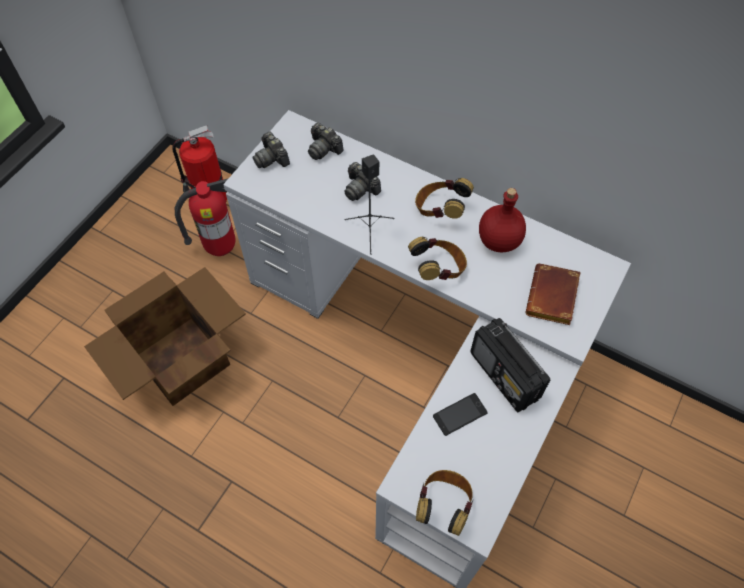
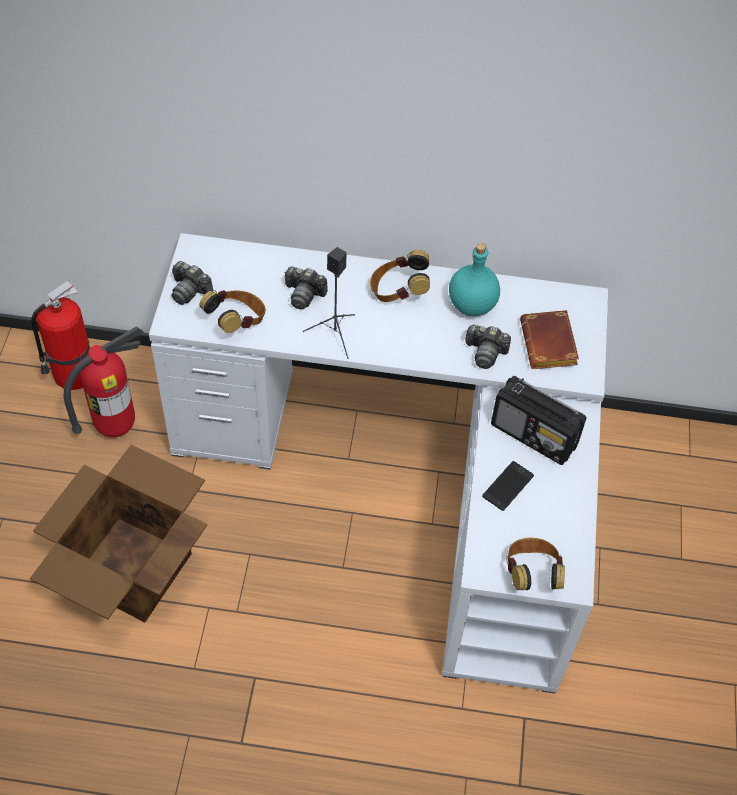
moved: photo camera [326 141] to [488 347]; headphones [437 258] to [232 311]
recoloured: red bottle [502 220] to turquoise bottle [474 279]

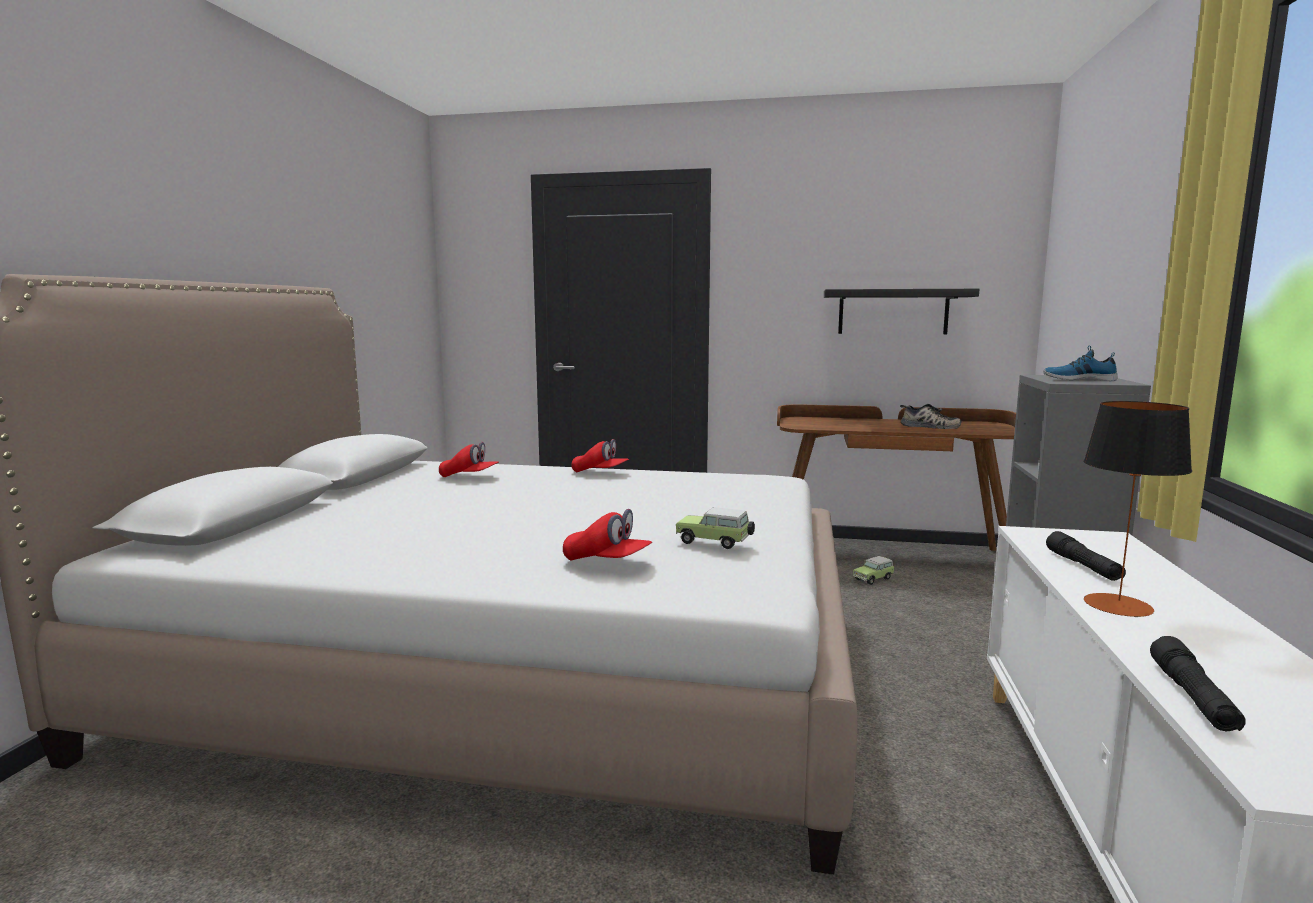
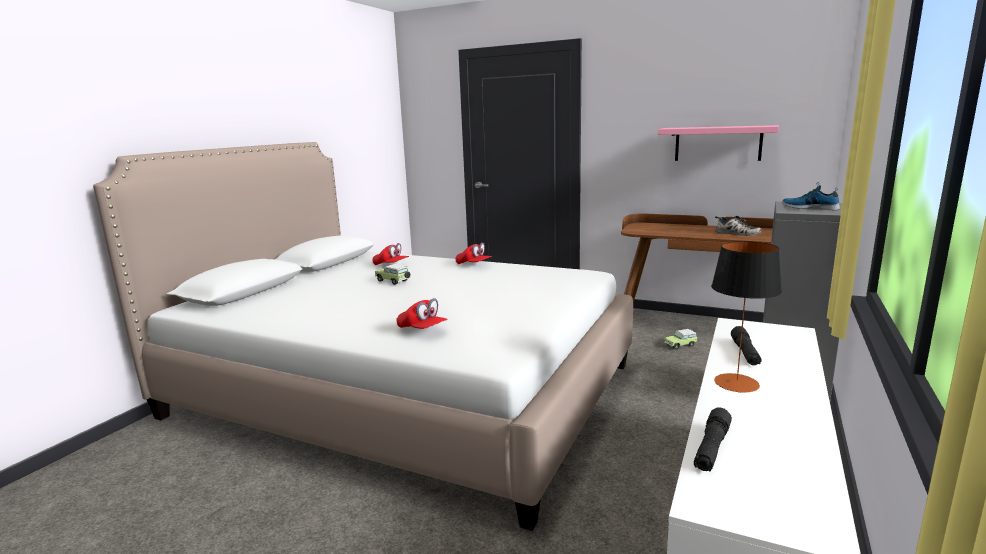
moved: toy car [715 528] to [393 274]
recoloured: black shelf [901 311] to pink shelf [718 143]

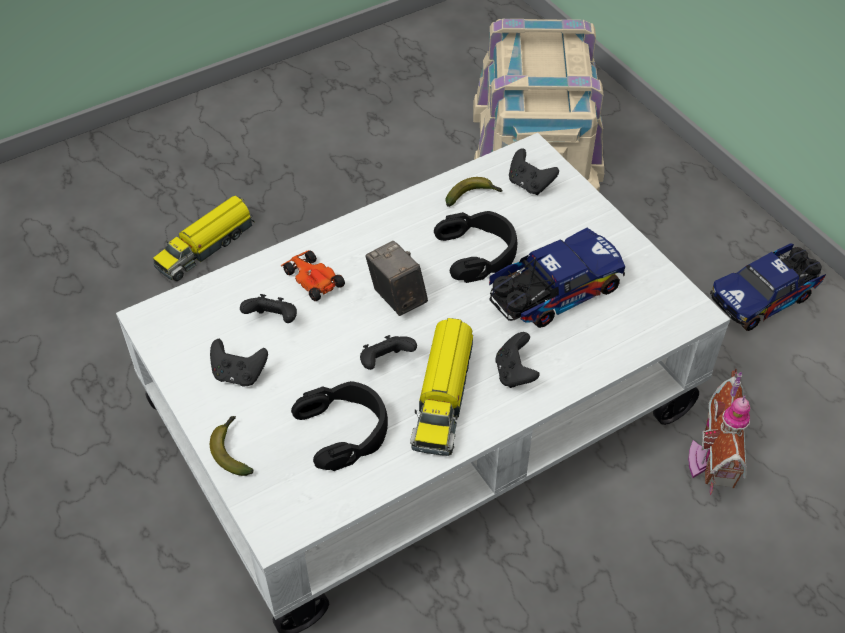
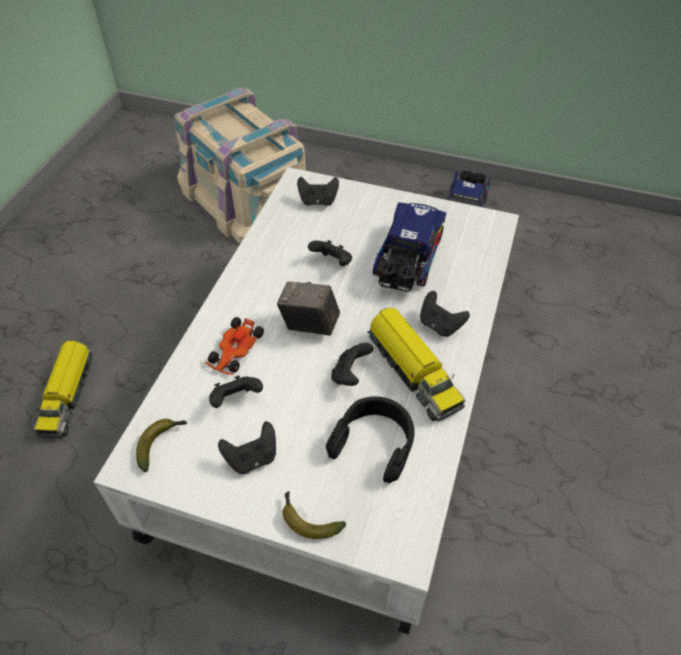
removed: toy house [719 431]
moved: banana [474 192] to [161 445]
replaced: black headphones [475 247] to black game controller [330 253]
turned: toy car [313 275] = [234 346] 75 degrees counterclockwise

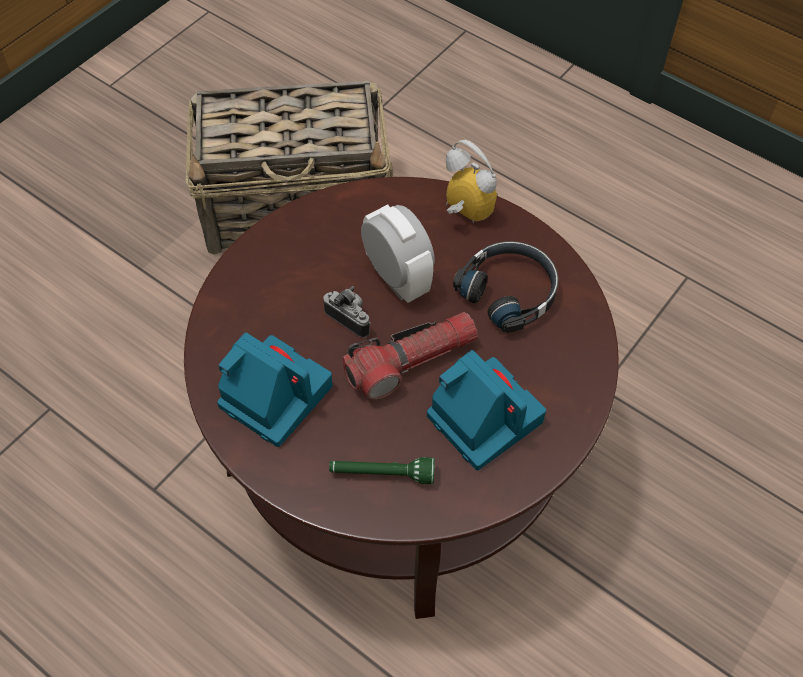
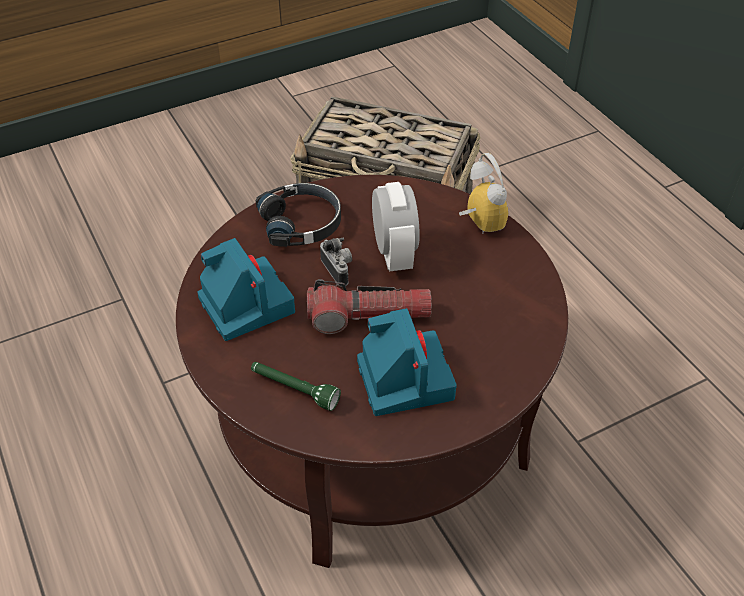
moved: black headphones [506 287] to [298 215]

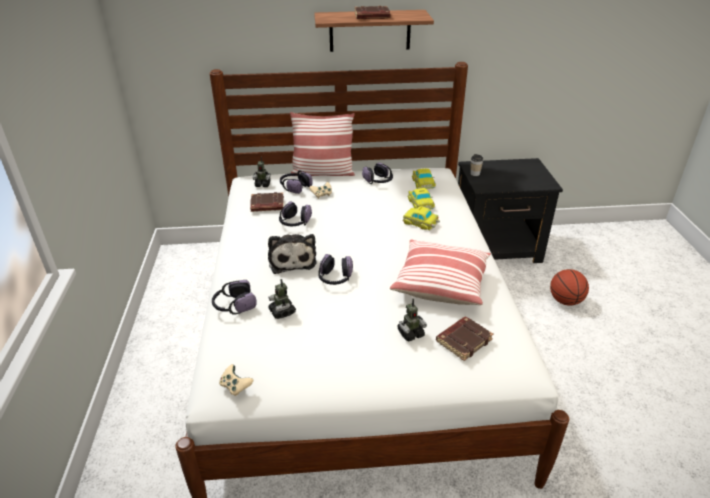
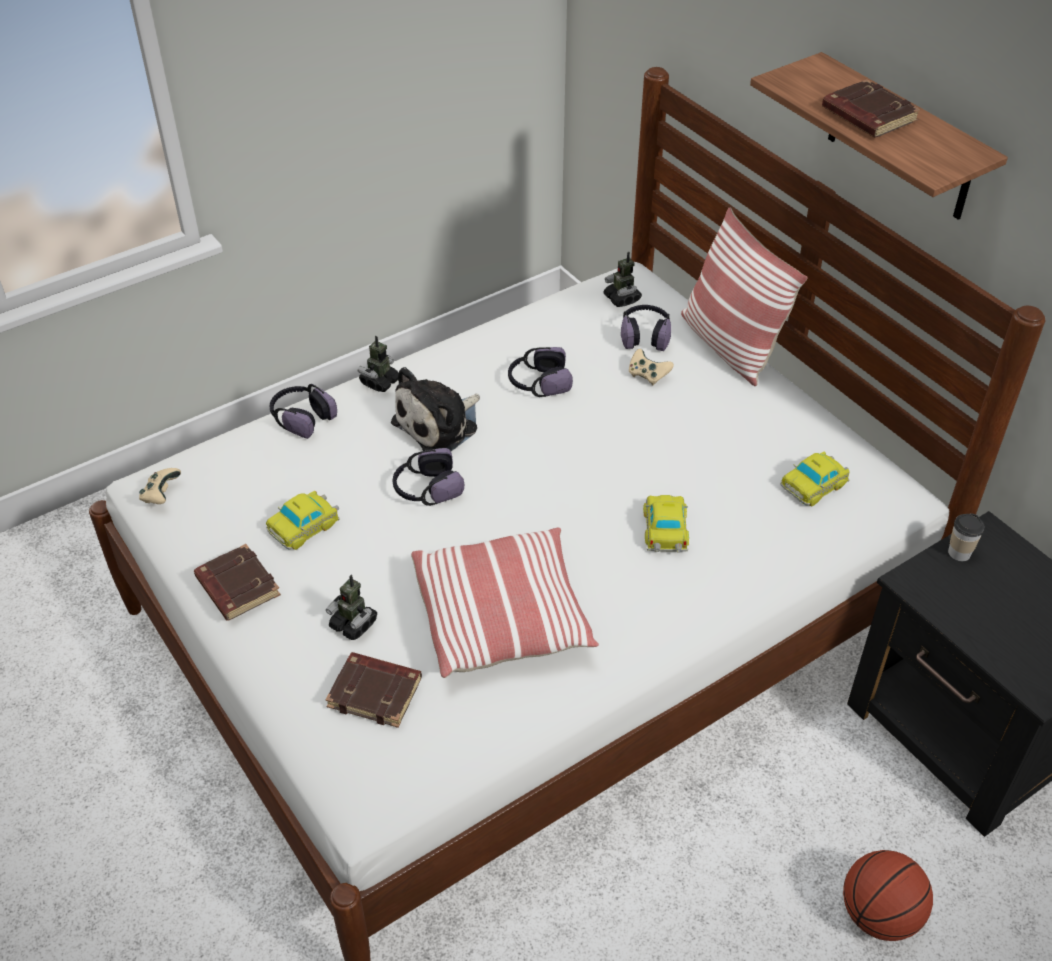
removed: headphones [377 173]
moved: toy car [421 198] to [303 520]; brown book [267 202] to [237 582]; toy robot [282 299] to [378 364]

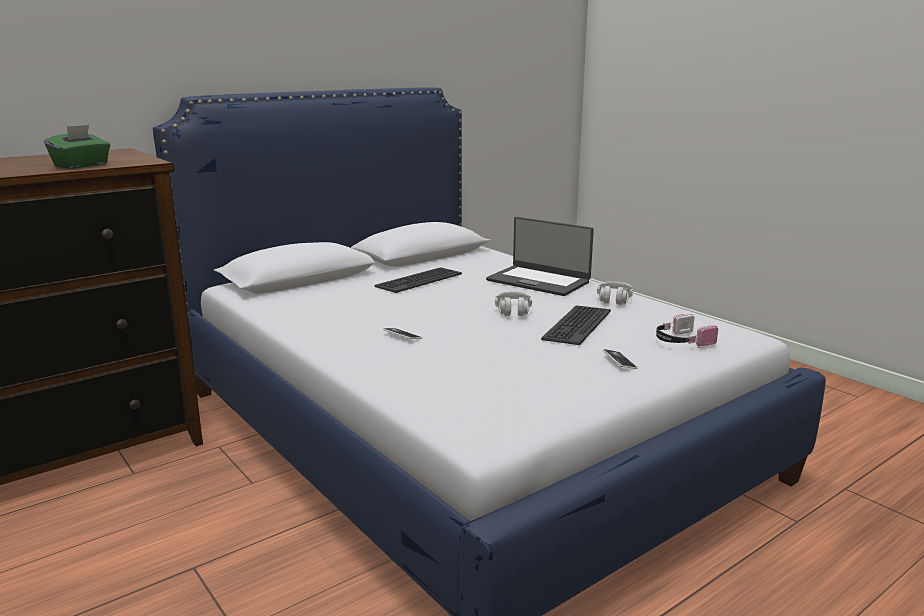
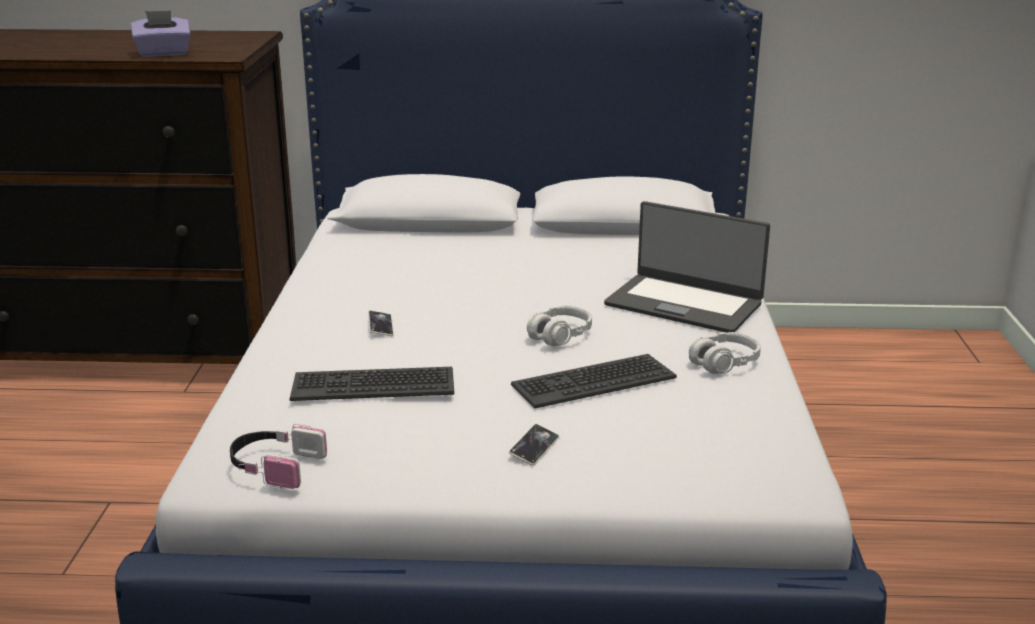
moved: keyboard [418 280] to [371 384]; headphones [687 331] to [278 456]
recoloured: green tissue box [77 147] to purple tissue box [161 33]
turned: laptop [540 256] = [687 267] 45 degrees counterclockwise

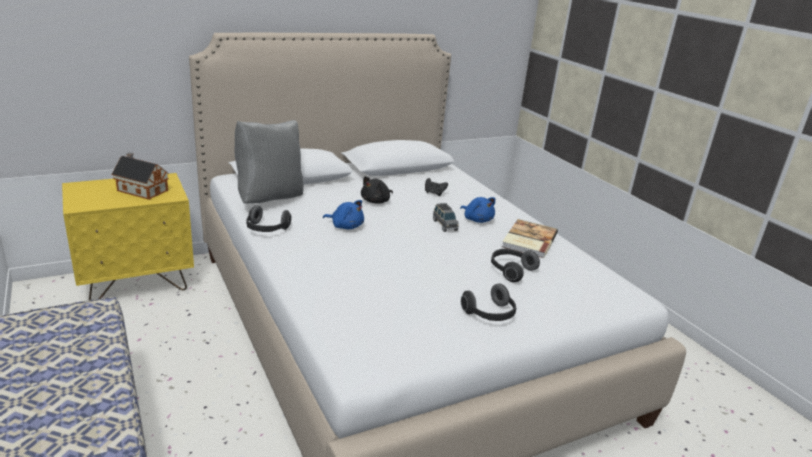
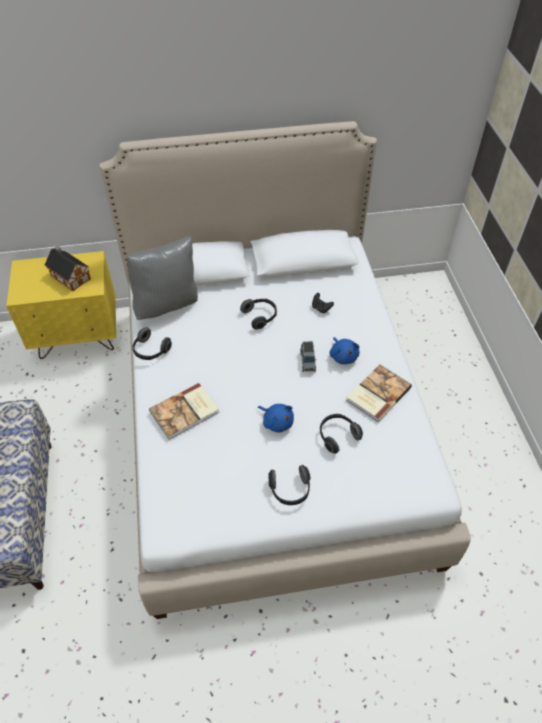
added: book [184 411]
moved: blue plush toy [343 214] to [276 418]
replaced: black plush toy [377 190] to headphones [258 314]

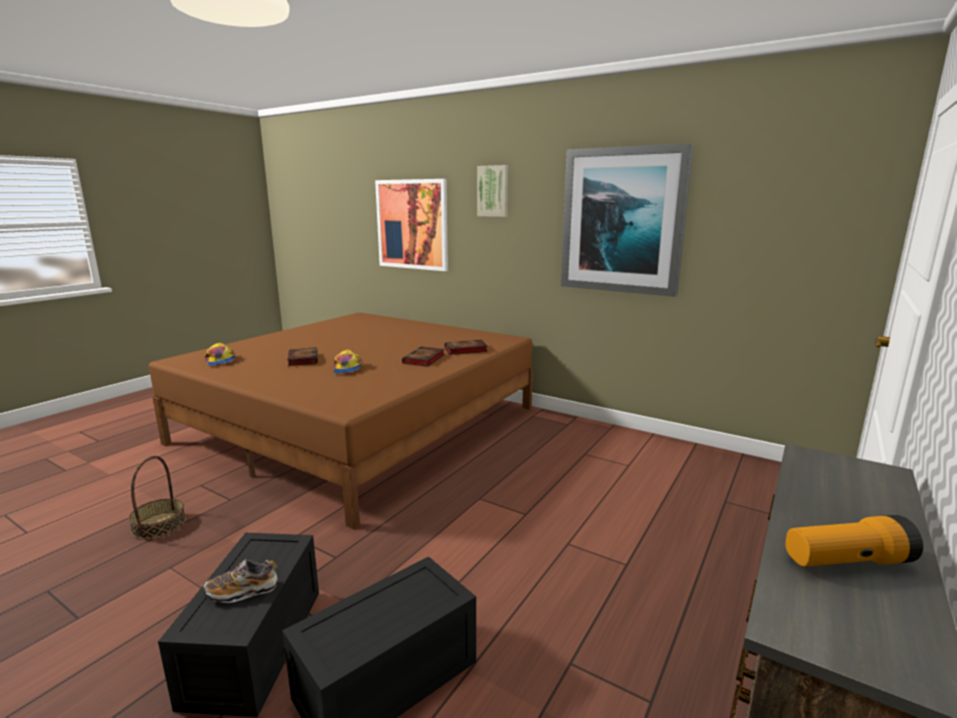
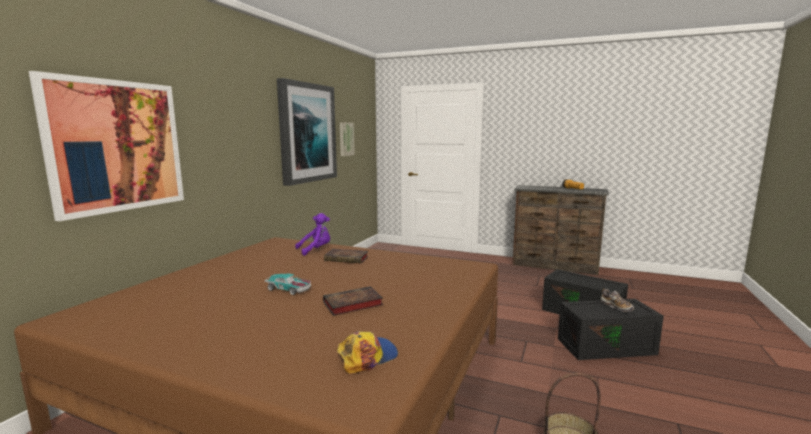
removed: cap [348 362]
added: toy car [288 284]
moved: picture [492 191] to [347 139]
replaced: book [466 347] to purple plush toy [312 234]

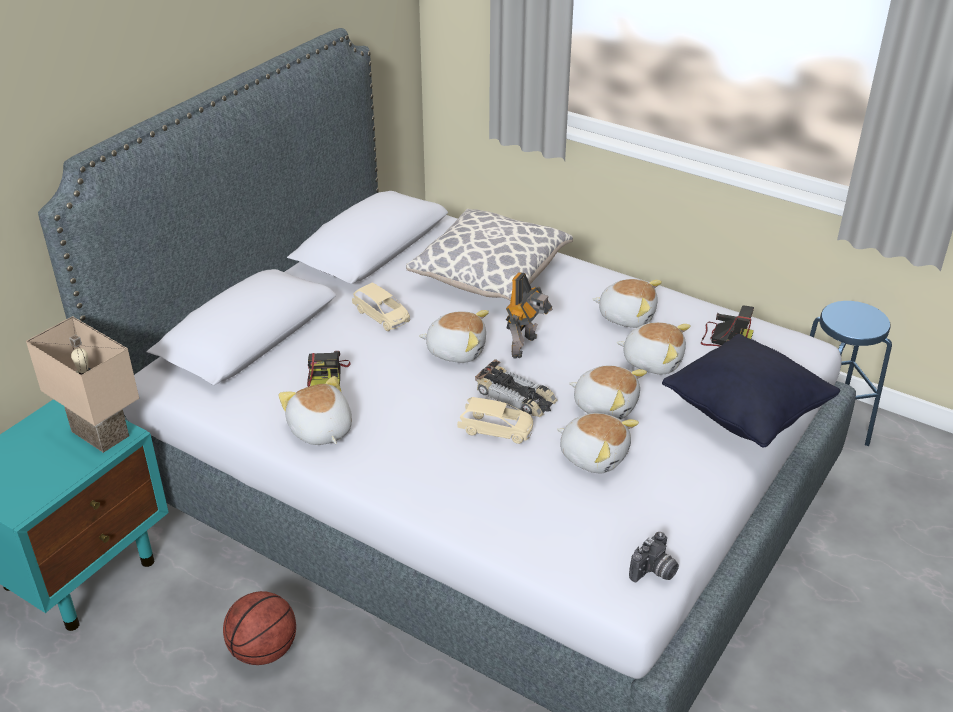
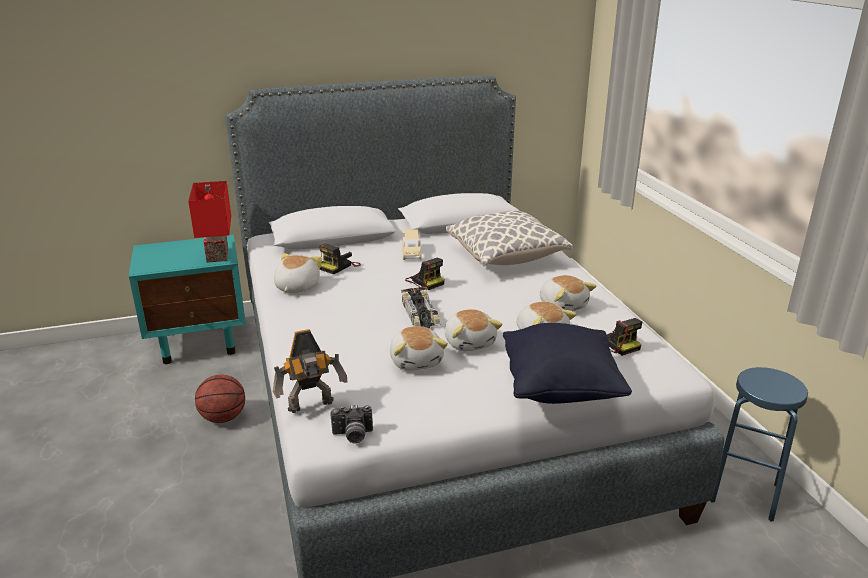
removed: beige toy car [495 420]
moved: toy robot [529 315] to [310 371]
replaced: plush toy [454 336] to photo camera [425 274]
recoloured: beige table lamp [82 384] to red table lamp [209 222]

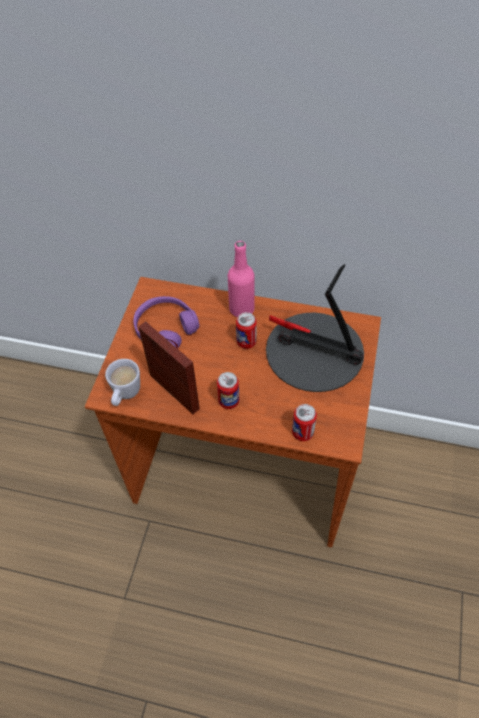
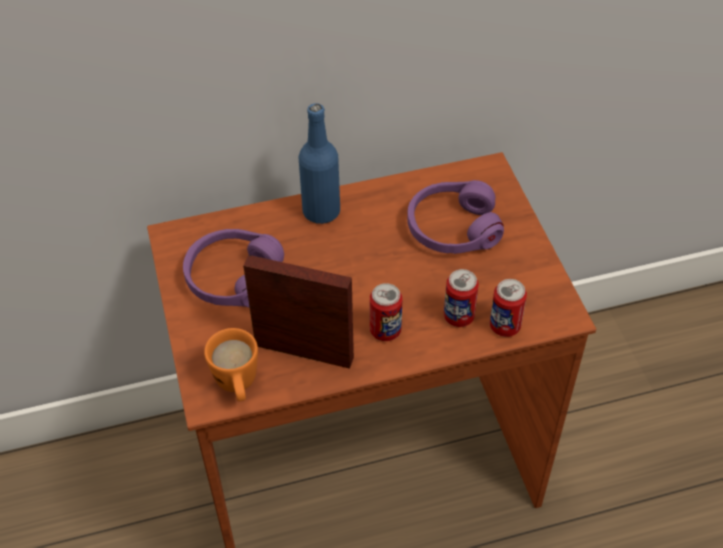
moved: can [246 330] to [461 298]
replaced: table lamp [315 328] to purple headphones [455 217]
recoloured: pink bottle [241 279] to blue bottle [319 163]; white mug [122 382] to orange mug [231 364]

